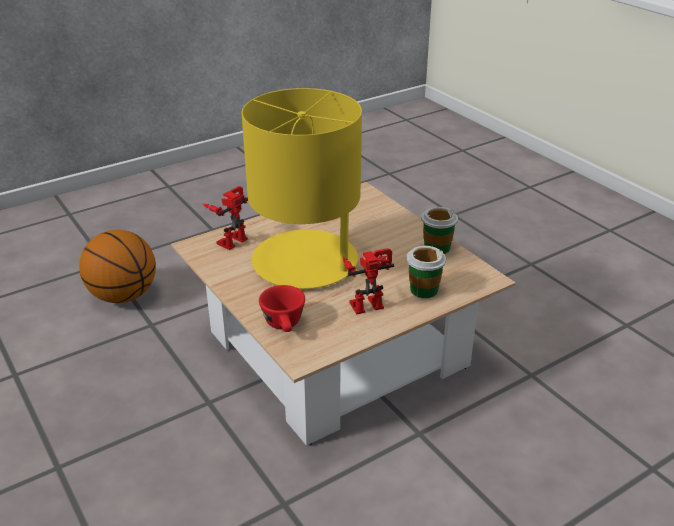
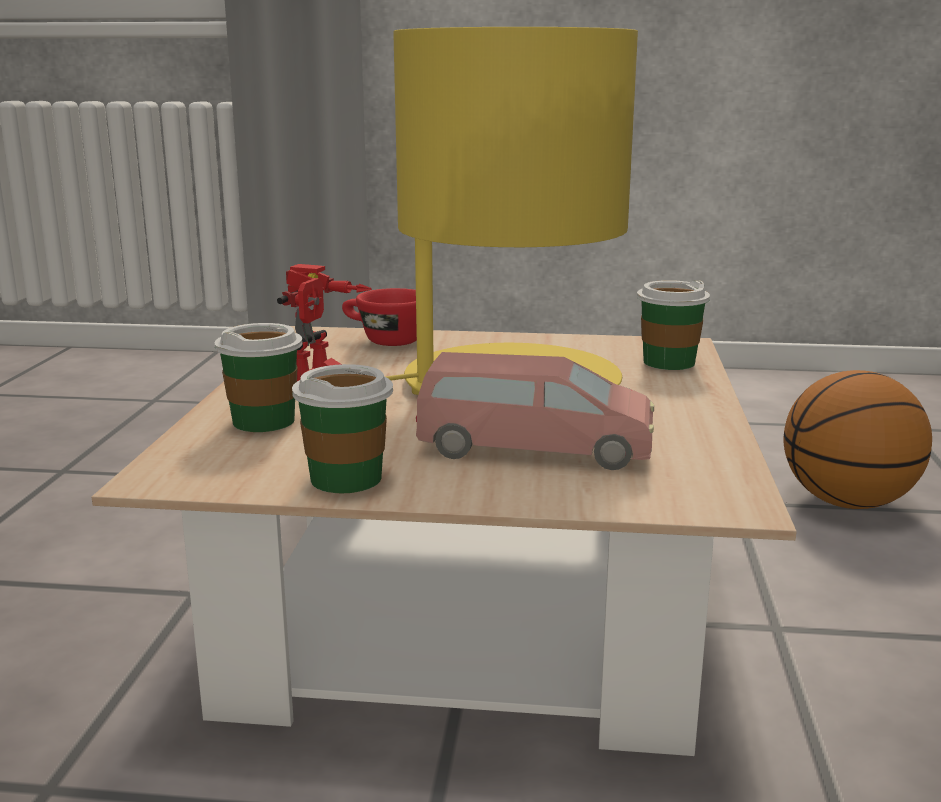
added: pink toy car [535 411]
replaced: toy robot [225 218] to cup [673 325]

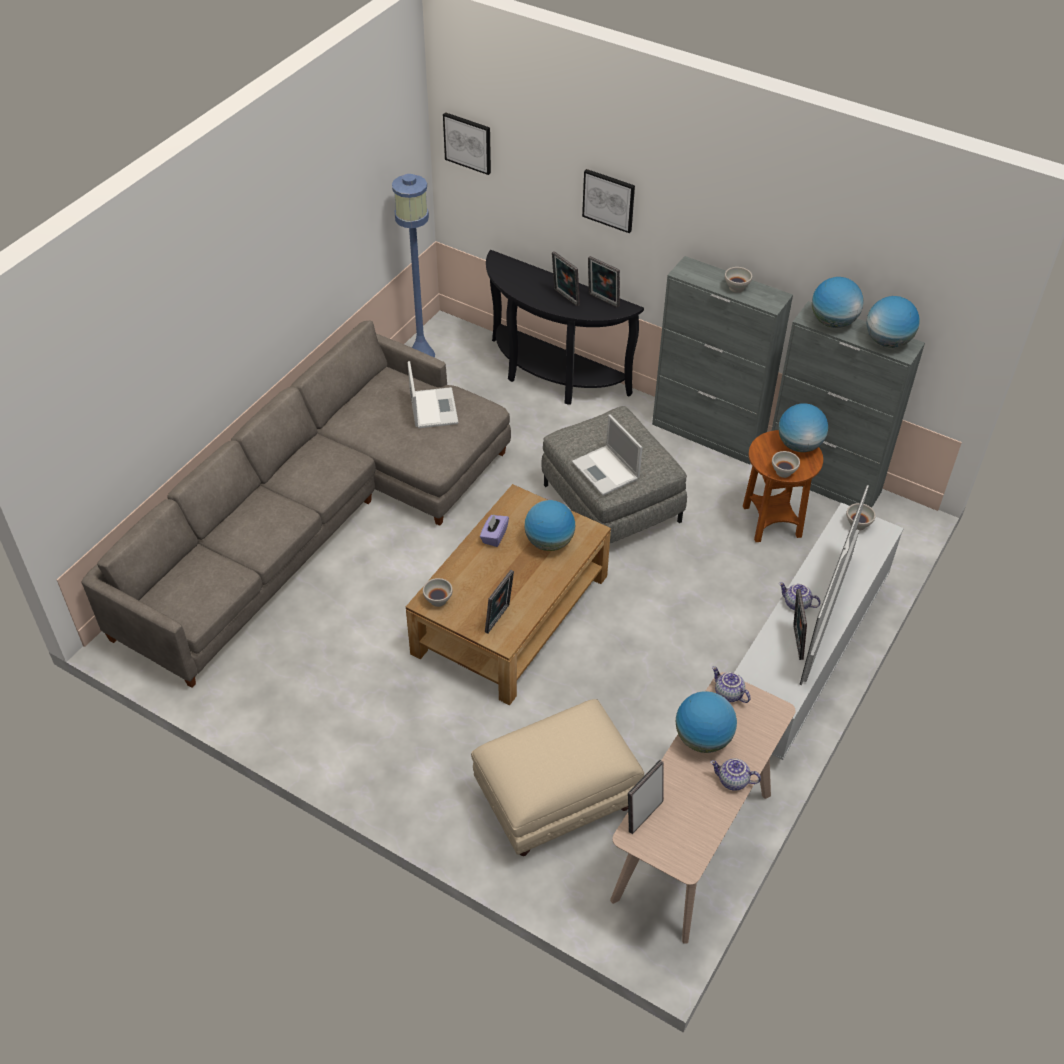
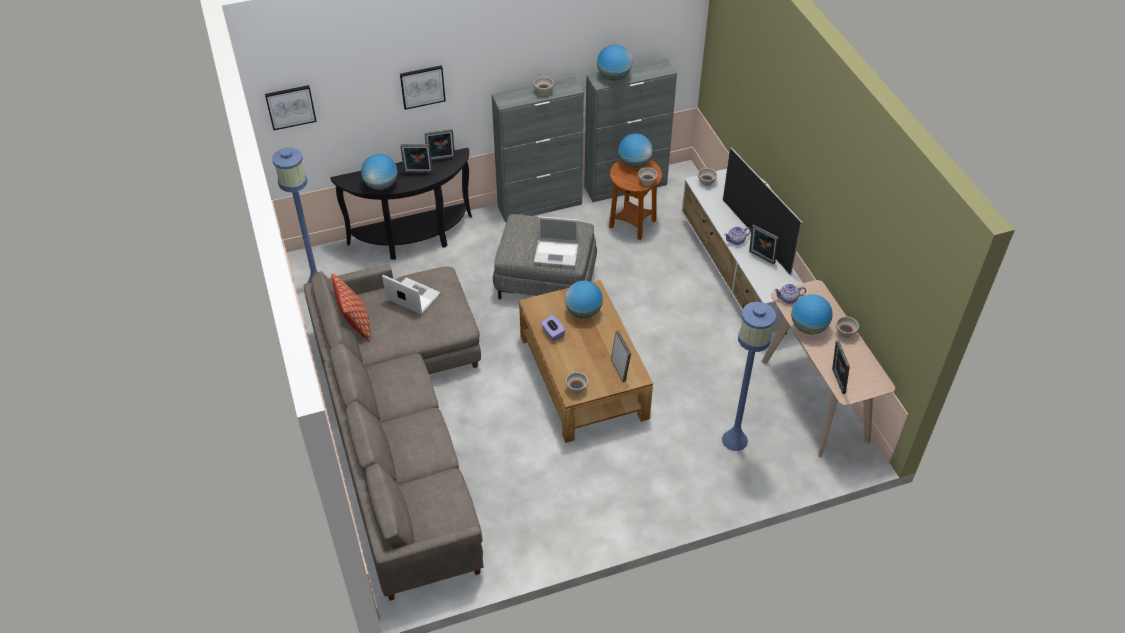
added: pillow [351 307]
moved: globe [893 322] to [379 172]
replaced: beige ottoman [557 777] to blue floor lamp [749 376]; teapot [735 775] to white bowl [847 327]

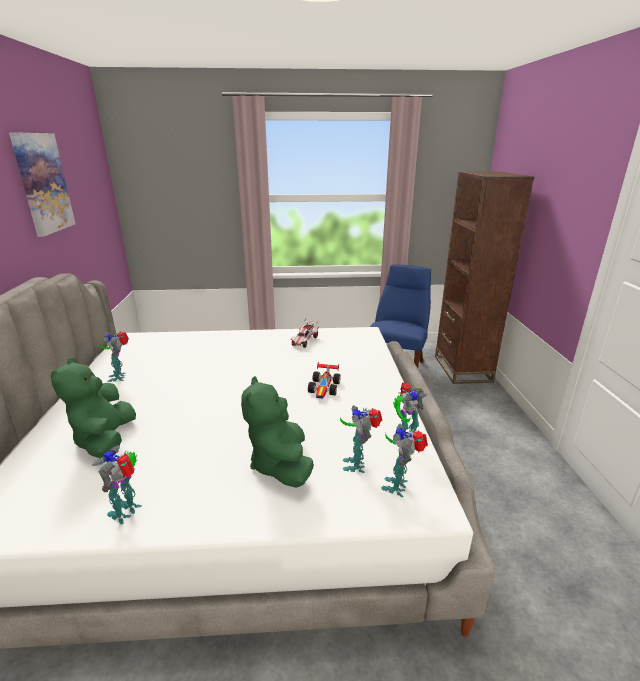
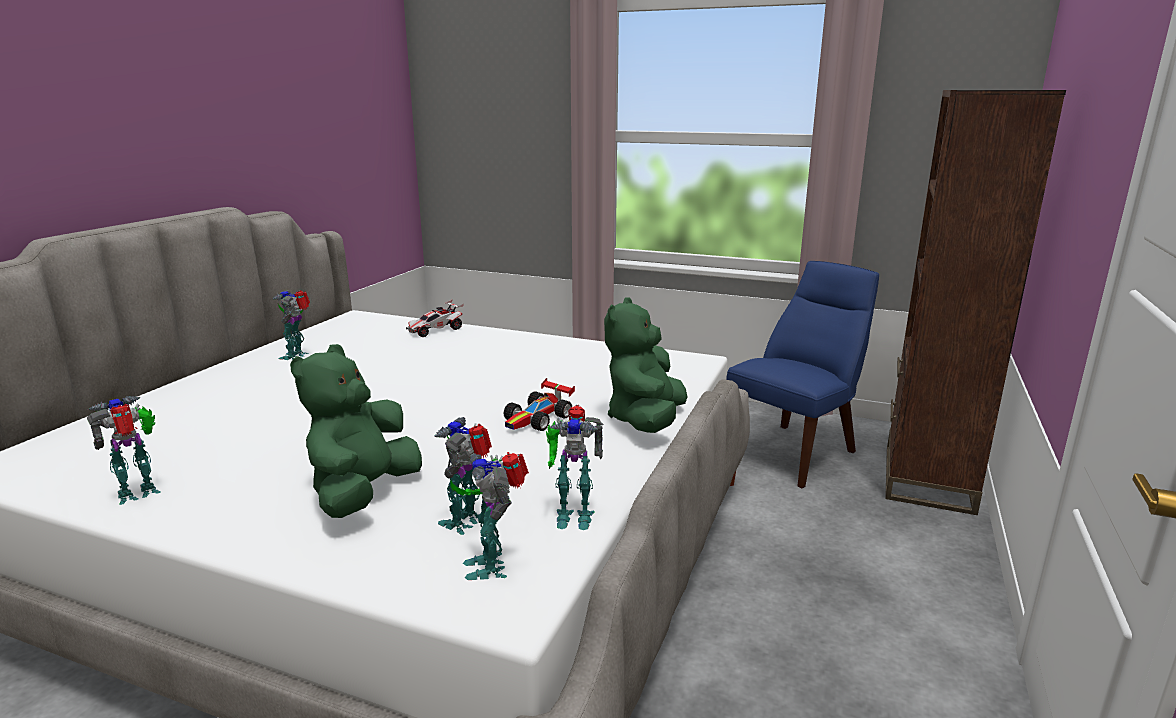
removed: picture [42 184]
moved: toy car [304 333] to [435 318]; green plush toy [93 407] to [646 365]
turned: toy robot [404 460] = [490 516] 60 degrees counterclockwise

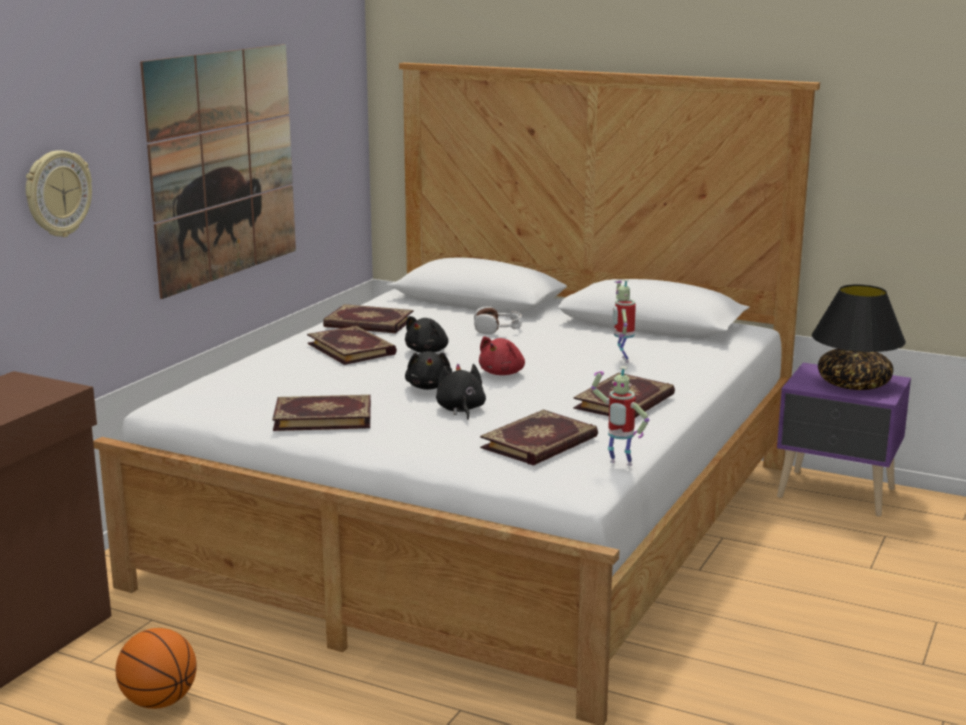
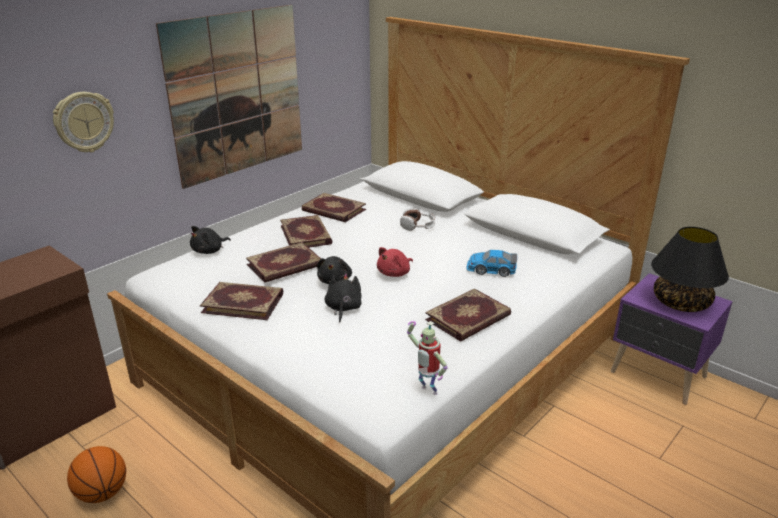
moved: black plush toy [426 334] to [210 240]; book [539 437] to [283 262]
replaced: toy robot [624 321] to toy car [492 263]

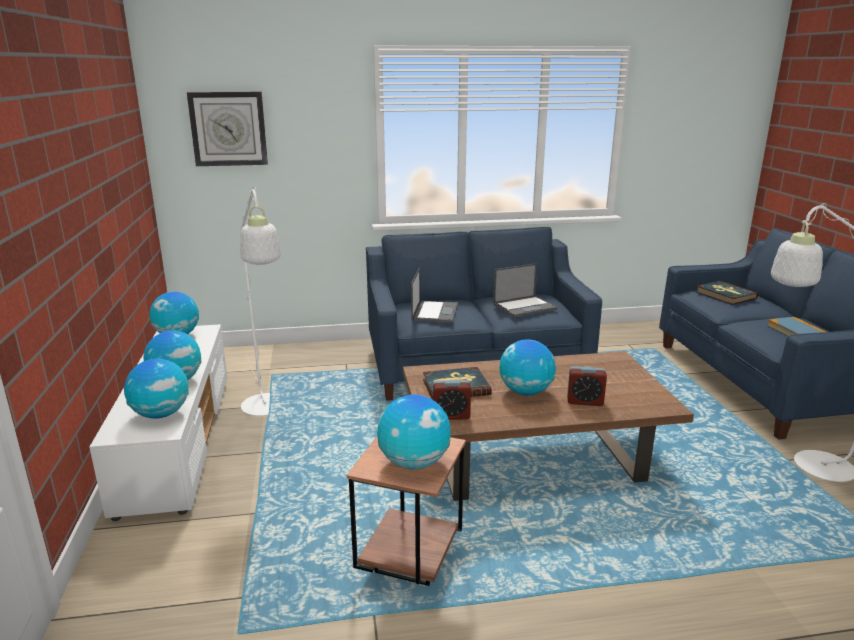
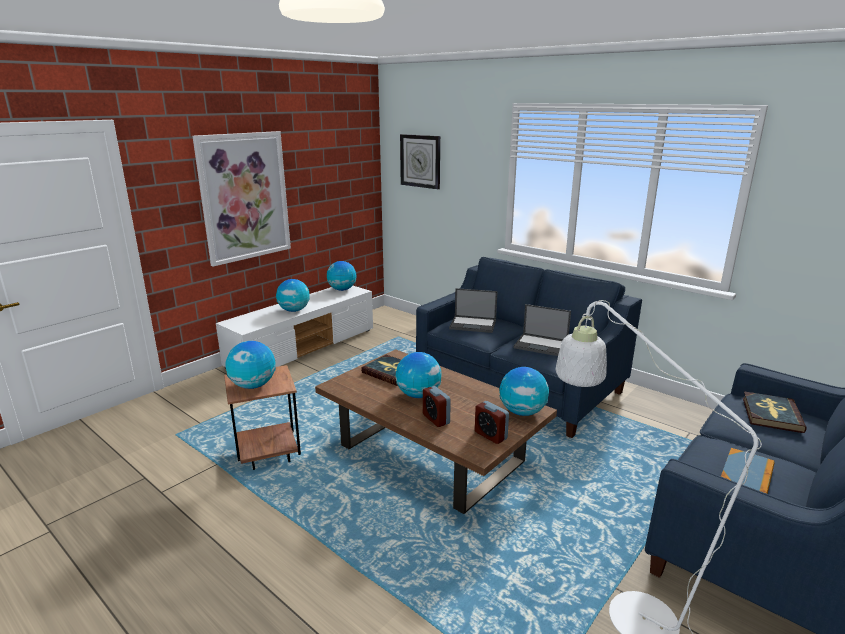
removed: white floor lamp [260 301]
added: picture [241 199]
moved: globe [156 388] to [524 391]; alarm clock [452 400] to [492 422]
turned: laptop [434 295] = [473 310] 45 degrees clockwise

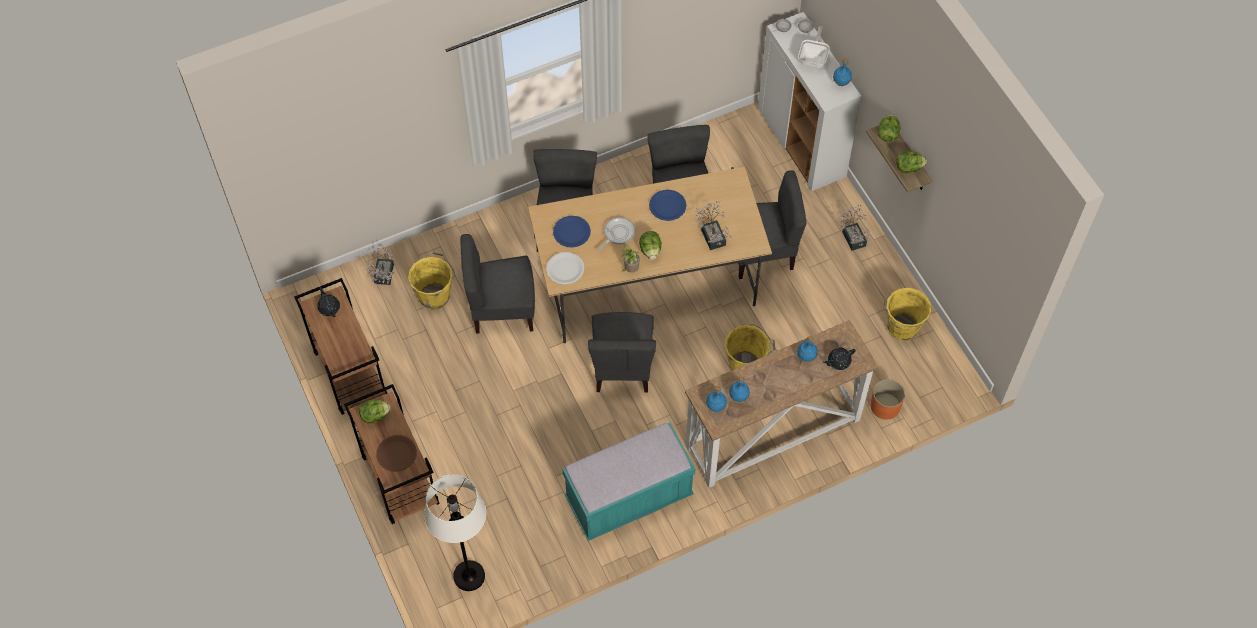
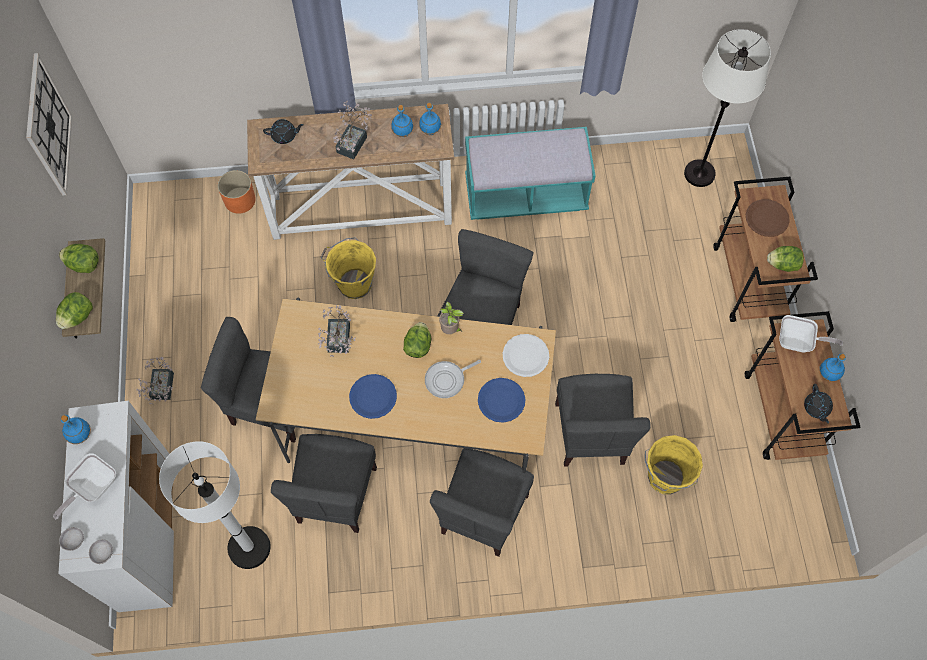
removed: yellow bucket [907 314]
added: wall clock [49 124]; frying pan [811 333]; white floor lamp [215 505]
moved: potted plant [380 266] to [352 130]; blue bottle [807 349] to [832 368]
turned: grey chair [498 284] = [602 420] 75 degrees clockwise

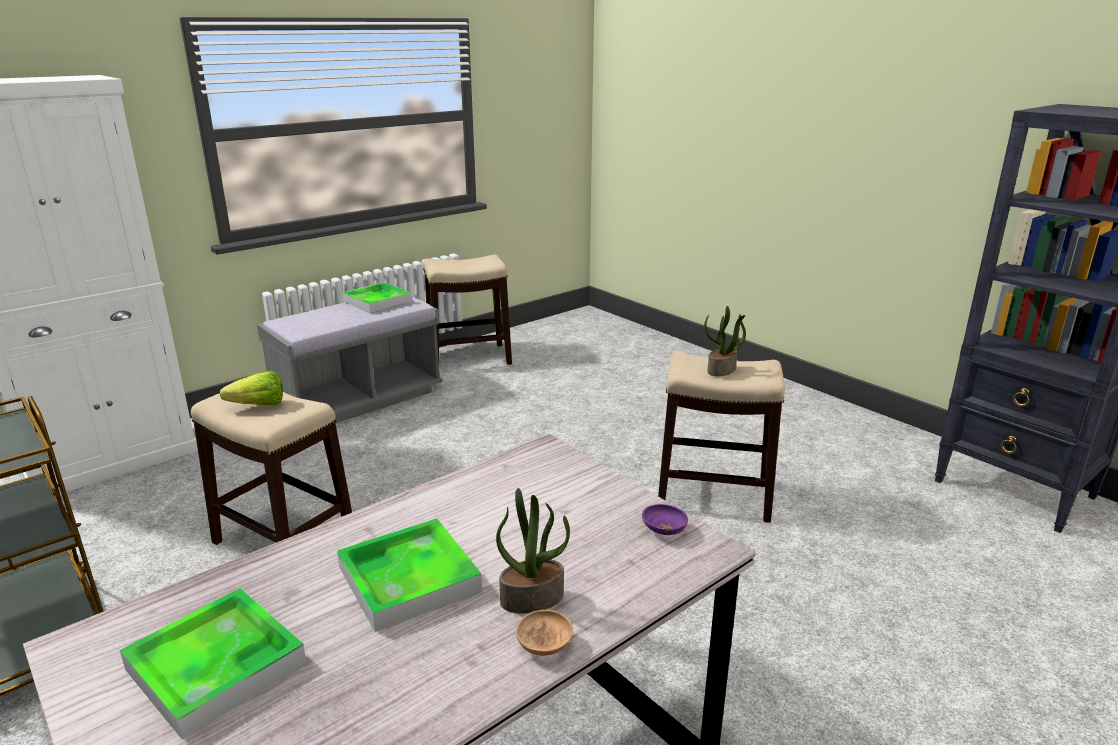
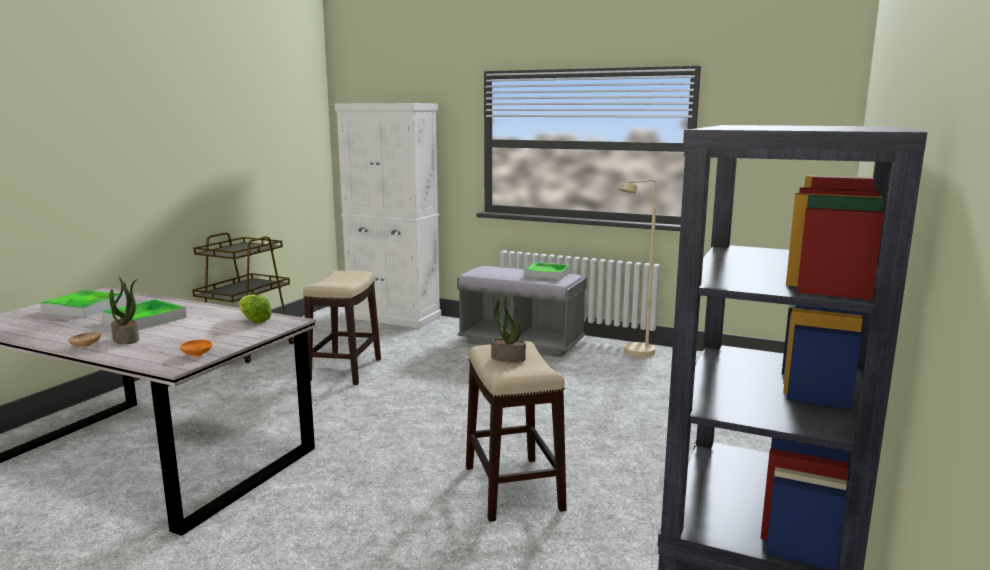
moved: lettuce [251 388] to [255 308]
replaced: stool [467 309] to beige floor lamp [637 268]
recoloured: purple bowl [665 519] to orange bowl [196 348]

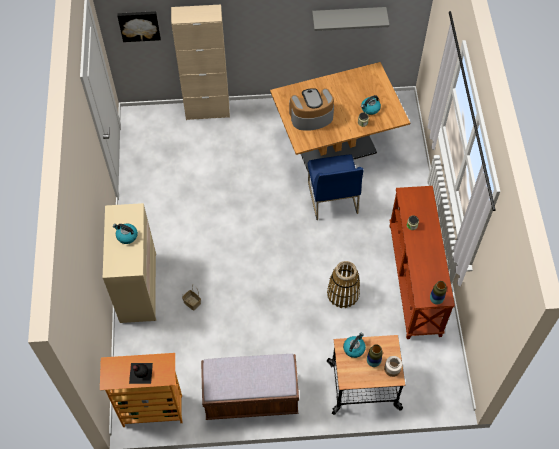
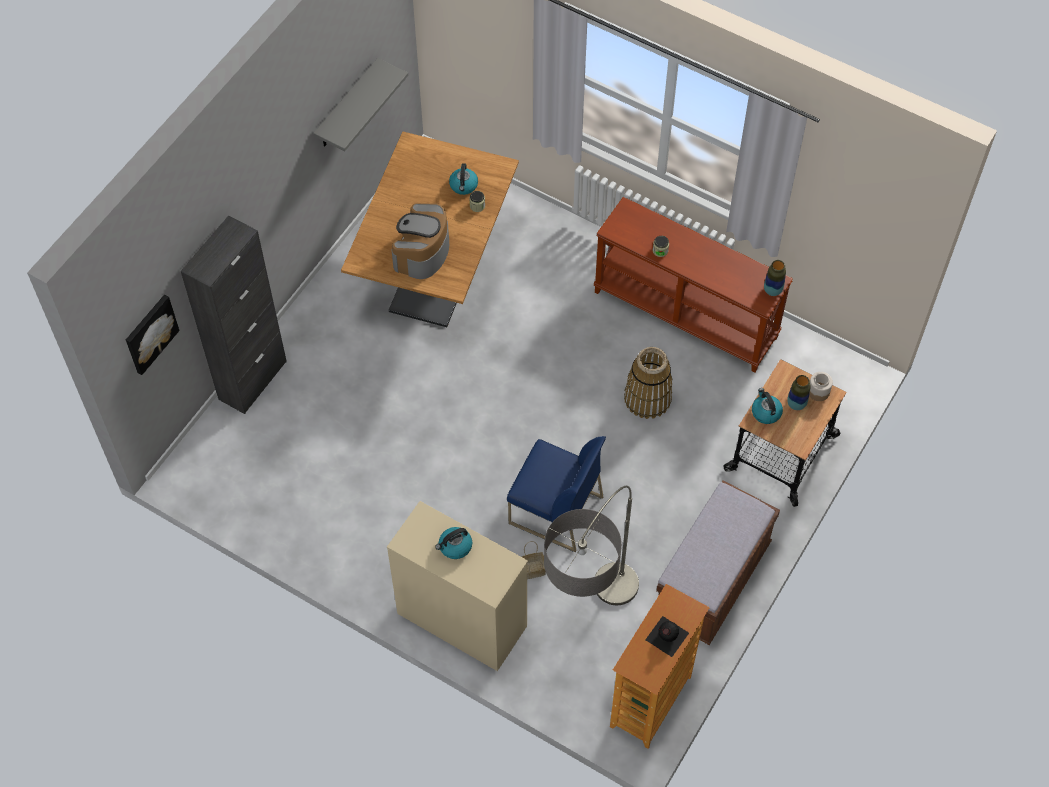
added: floor lamp [591 545]
moved: blue chair [336 187] to [556 494]
recoloured: beige cabinet [200 62] to black cabinet [234 314]

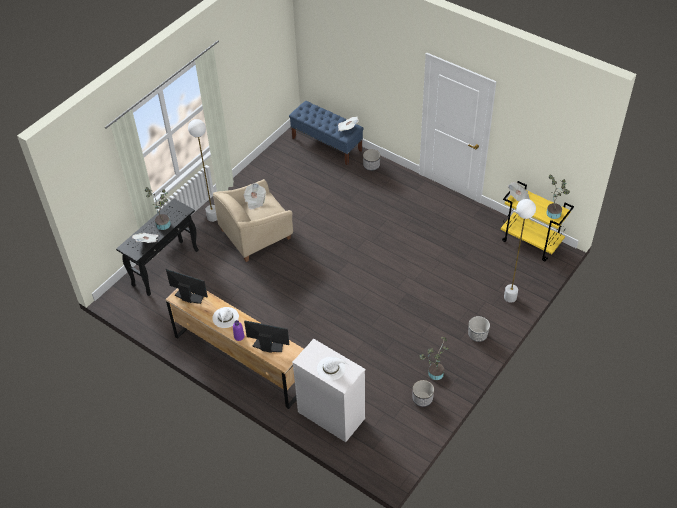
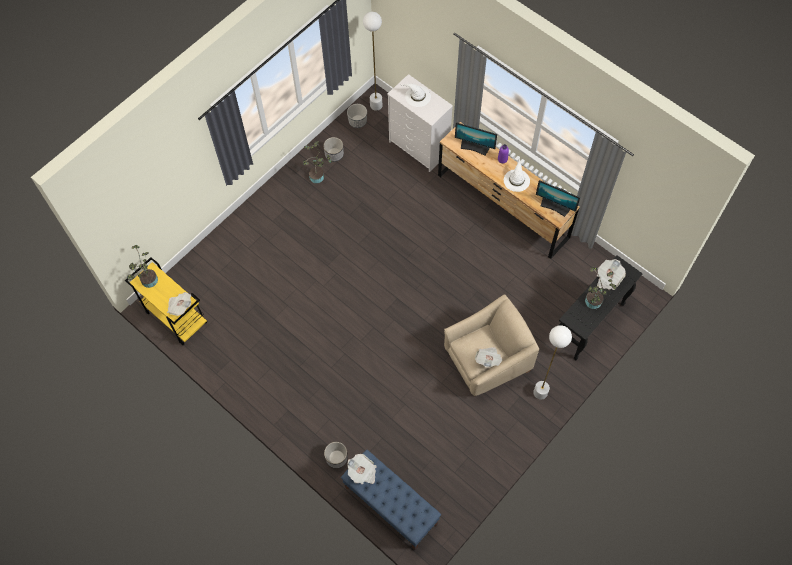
moved: white floor lamp [520 251] to [372 61]; planter [479 329] to [357 116]

